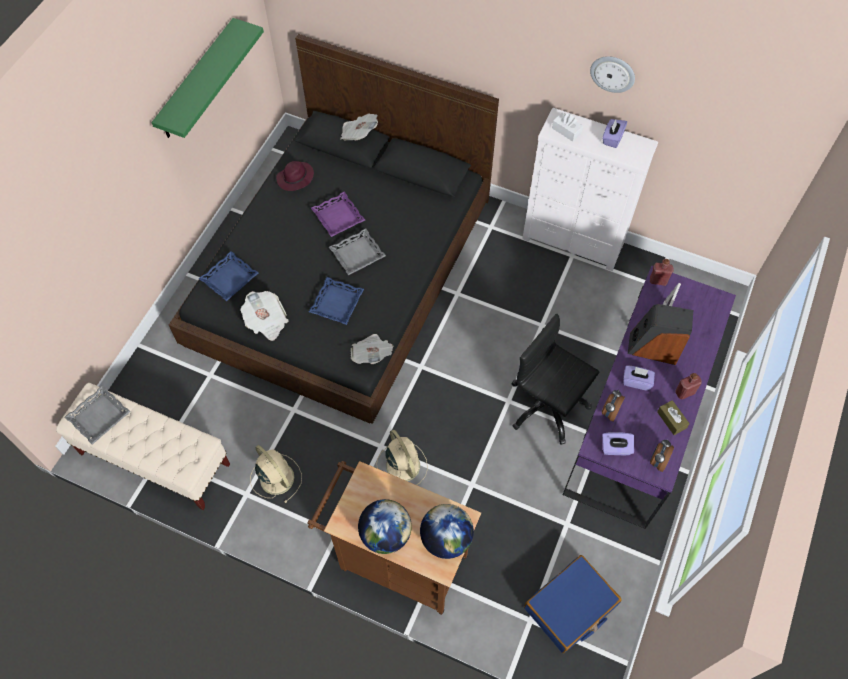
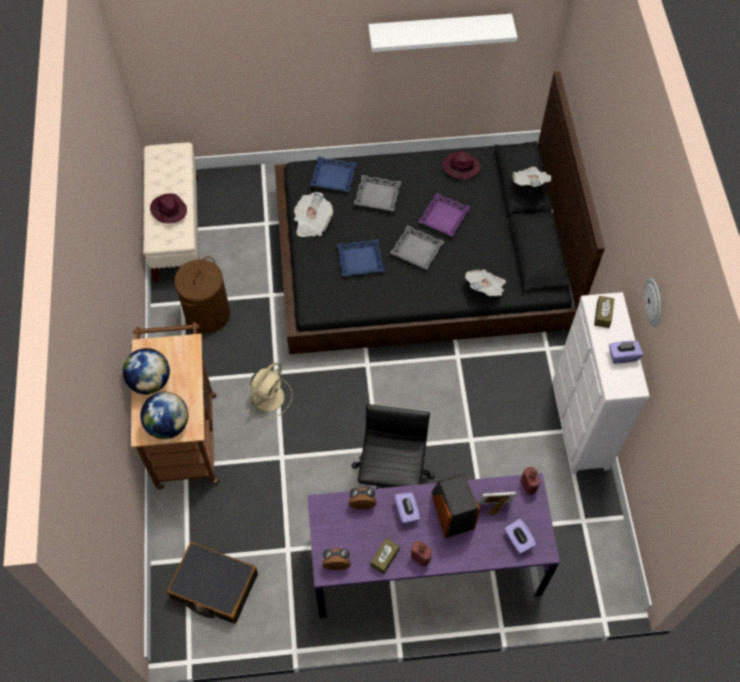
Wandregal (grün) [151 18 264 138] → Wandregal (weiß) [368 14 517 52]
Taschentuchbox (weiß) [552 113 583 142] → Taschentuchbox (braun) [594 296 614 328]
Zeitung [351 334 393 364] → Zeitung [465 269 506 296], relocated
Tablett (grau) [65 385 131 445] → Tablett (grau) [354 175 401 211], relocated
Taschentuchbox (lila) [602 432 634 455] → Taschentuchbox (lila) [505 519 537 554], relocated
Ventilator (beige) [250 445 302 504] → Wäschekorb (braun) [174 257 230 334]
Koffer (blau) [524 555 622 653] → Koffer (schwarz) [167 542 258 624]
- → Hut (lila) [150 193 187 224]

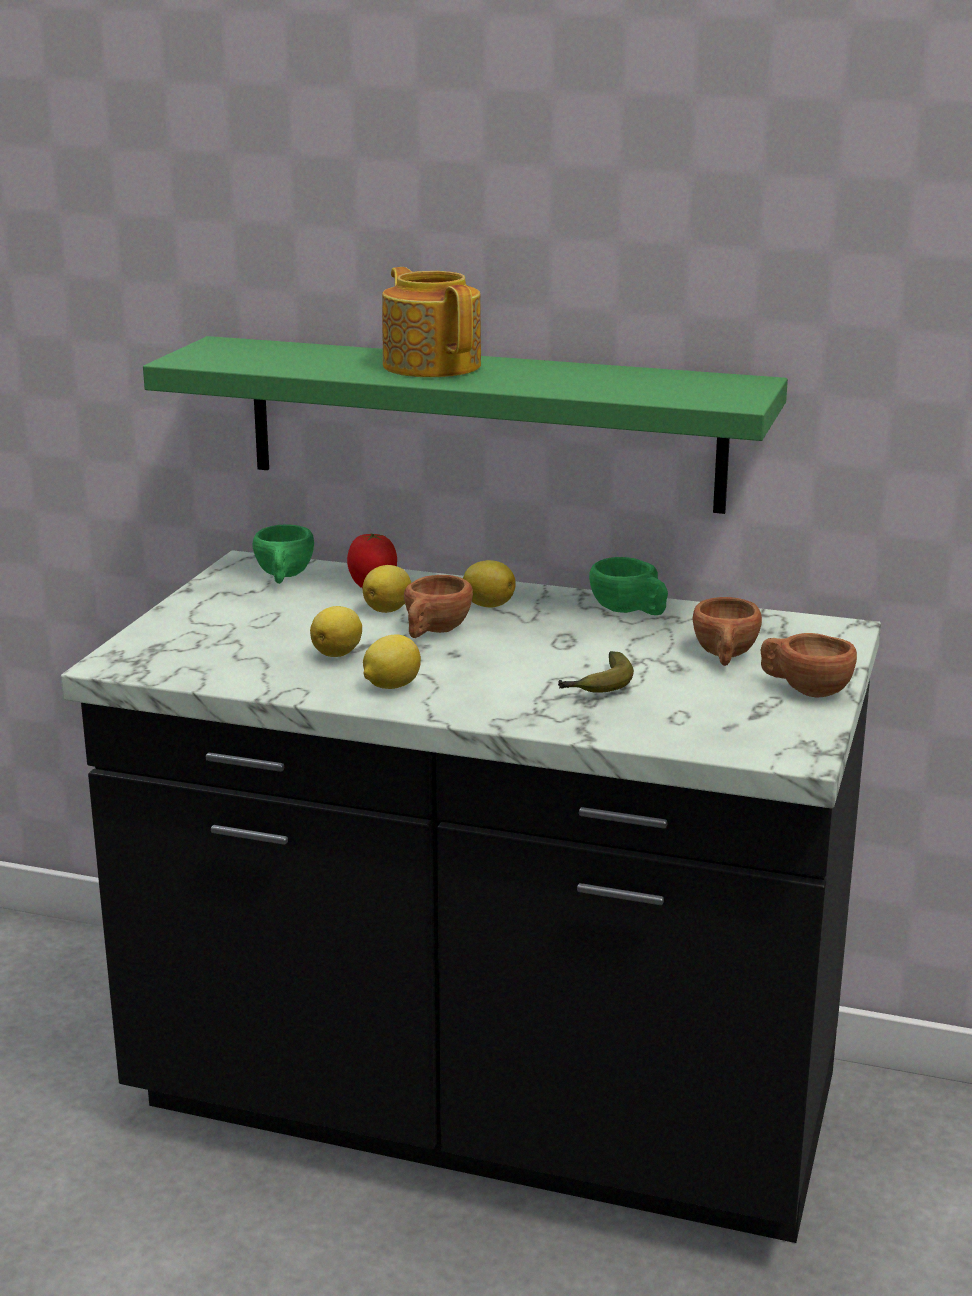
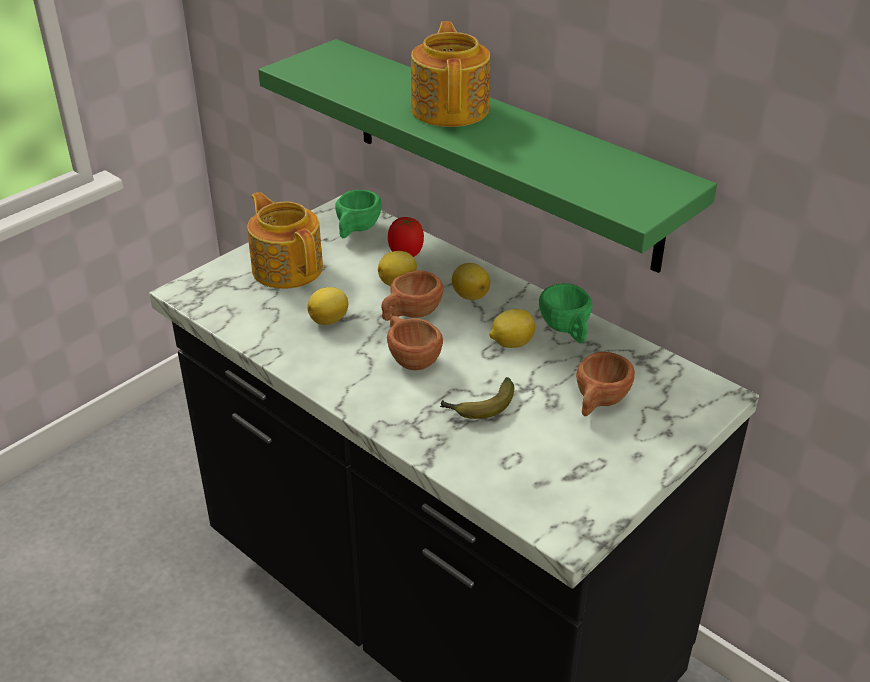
Tasse (braun) [761 633 857 697] → Tasse (braun) [387 316 443 370], relocated
Zitrone [363 635 421 689] → Zitrone [489 309 535 348], relocated
- → Teekanne [247 192 323 289]

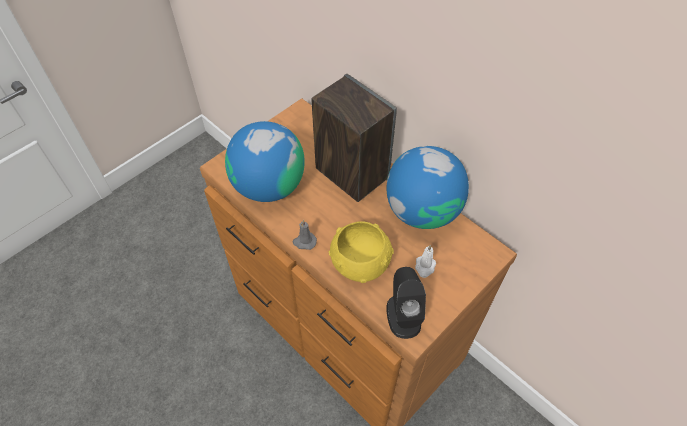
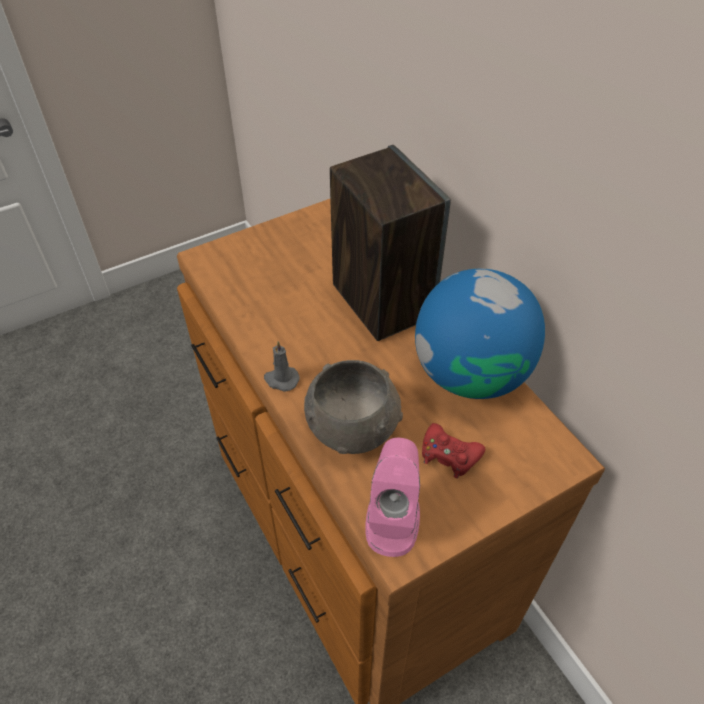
Globus [225 121 305 202] → -
Schüssel (gelb) [329 221 394 283] → Schüssel (grau) [304 360 403 454]
Kerze (weiß) [415 245 436 278] → Gamepad (rot) [422 423 485 478]
Lautsprecher (schwarz) [386 267 426 339] → Lautsprecher (rosa) [365 438 420 557]

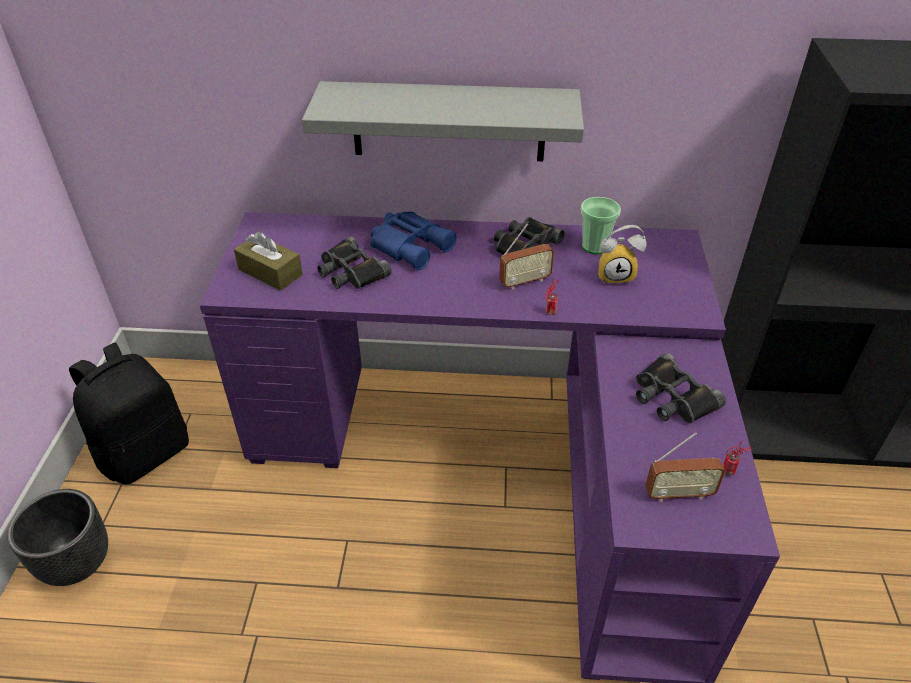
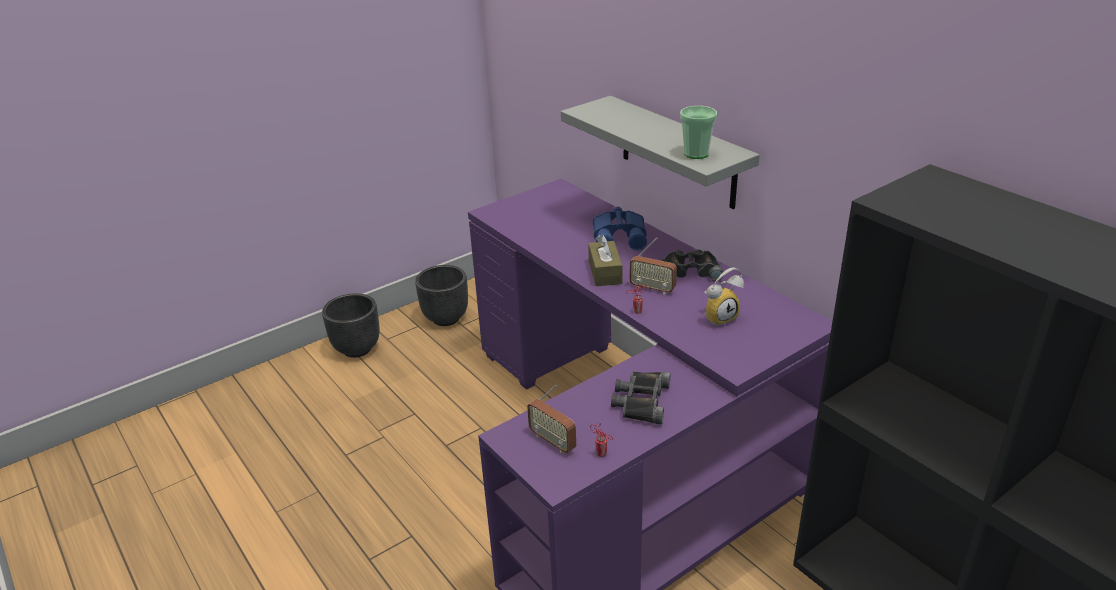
Tasse [581 197 621 254] → Tasse [680 106 717 159], relocated
Wecker [598 225 647 285] → Wecker [704 268 744 327], 75 degrees counterclockwise
Taschentuchbox (braun) [234 231 303 291] → Taschentuchbox (braun) [588 235 623 286], relocated
Fernglas (schwarz) [317 236 392 289] → -
Rucksack (schwarz) [69 342 189 484] → Pflanzkübel (schwarz) [415 265 468 326]

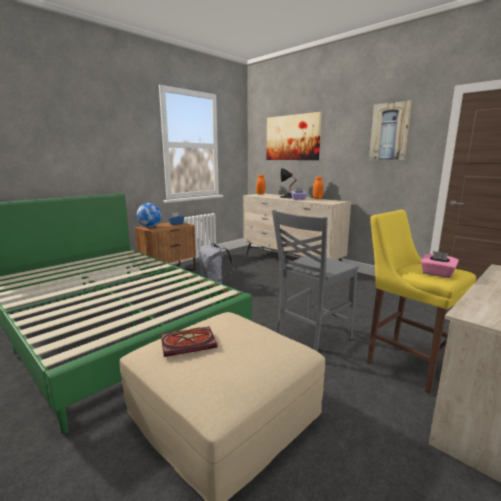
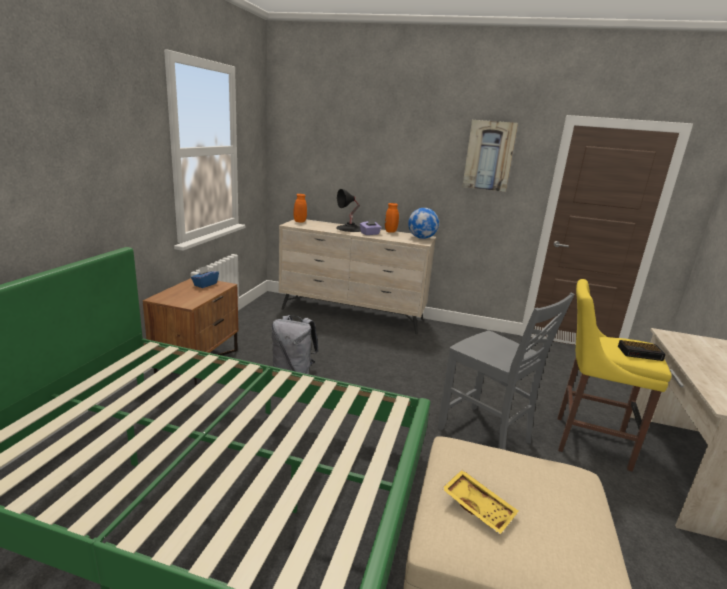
Bild [266 112 322 160] → -
Globus [137 203 162 227] → Globus [408 208 439 239], relocated
Stuhl (grau) [272 210 359 351] → Stuhl (grau) [438 293 575 450], 60 degrees counterclockwise
Taschentuchbox (rosa) [421 251 459 278] → Wecker [618 340 666 361]
Buch [161 326 217 357] → Tablett (gelb) [442 470 519 534]

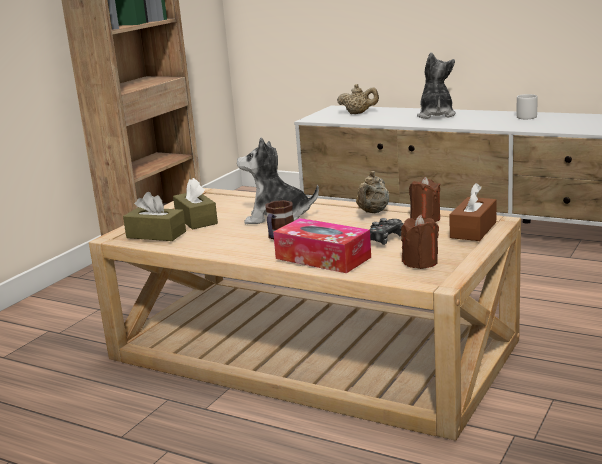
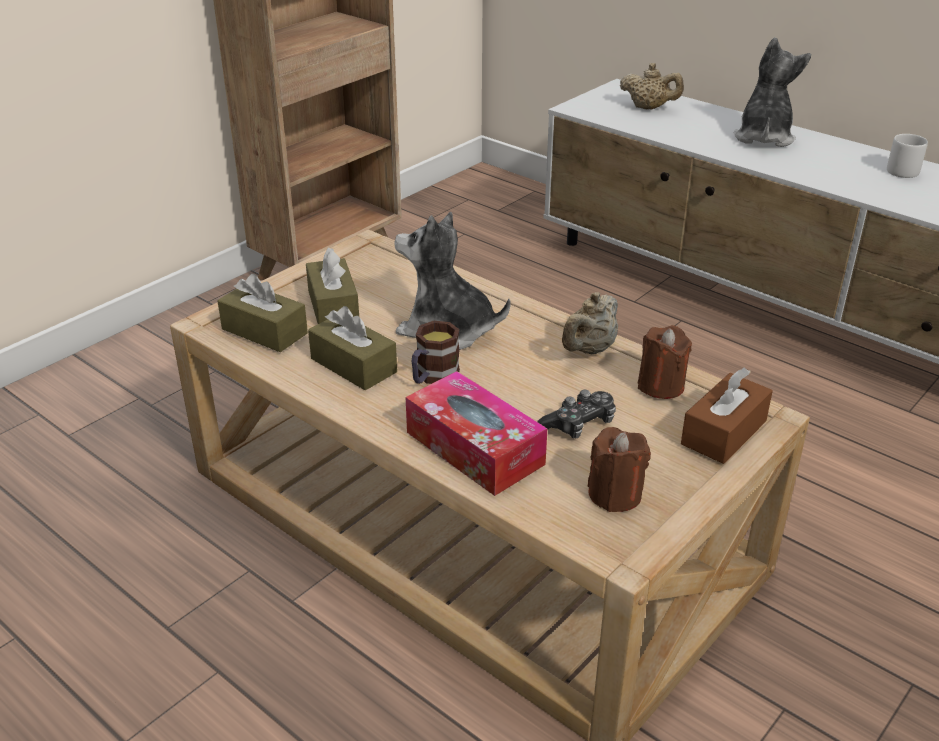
- → Taschentuchbox (braun) [308 306 397 391]

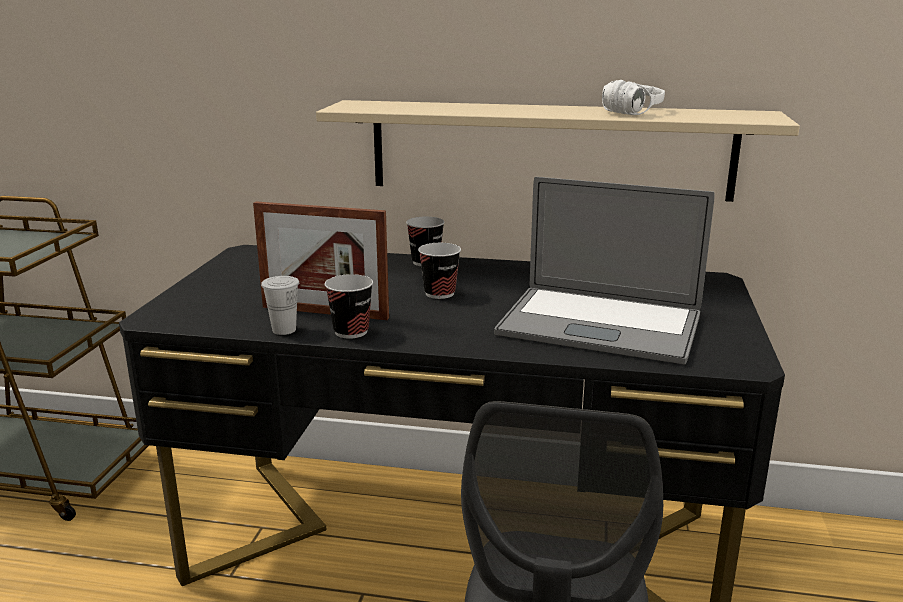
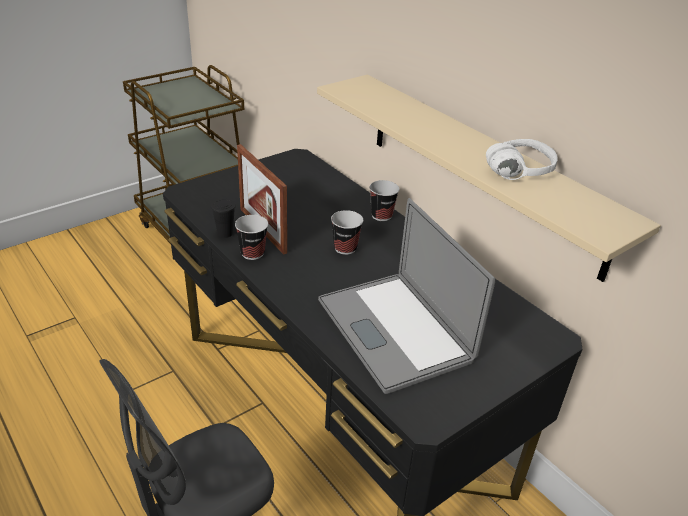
Tasse (weiß) [261 276 299 335] → Tasse (schwarz) [211 198 236 238]

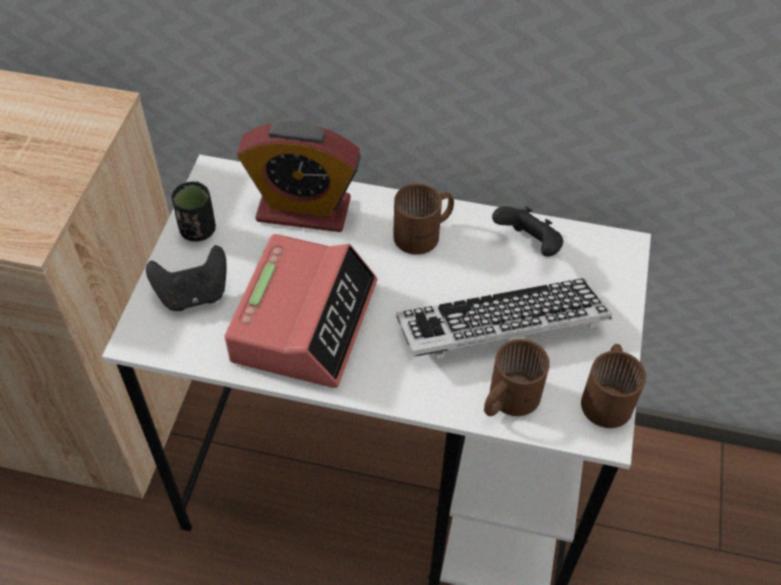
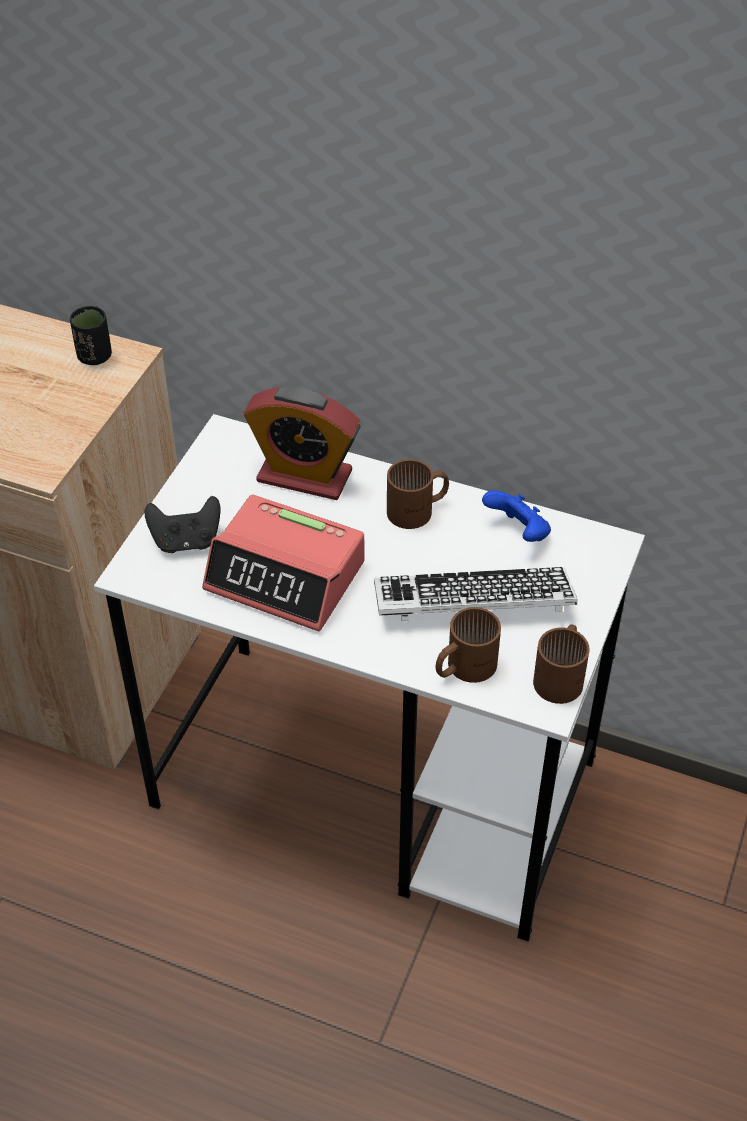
Tasse (schwarz) [171 181 216 242] → Tasse (schwarz) [70 306 112 365], relocated
Gamepad (schwarz) [492 206 563 257] → Gamepad (blau) [482 490 551 542]
Wecker [225 234 377 388] → Wecker [202 495 365 631], 90 degrees clockwise

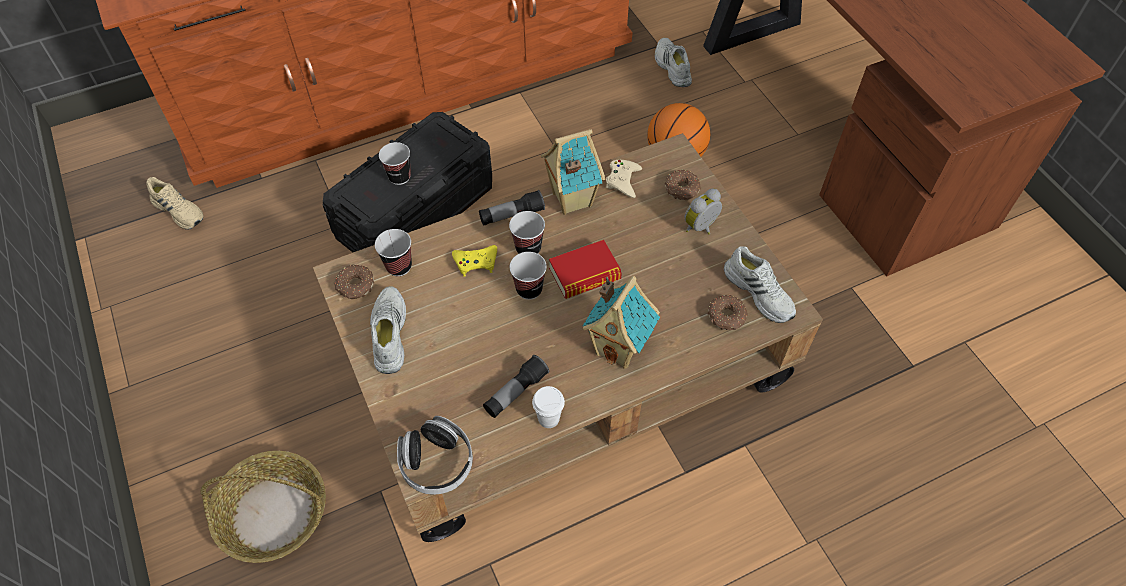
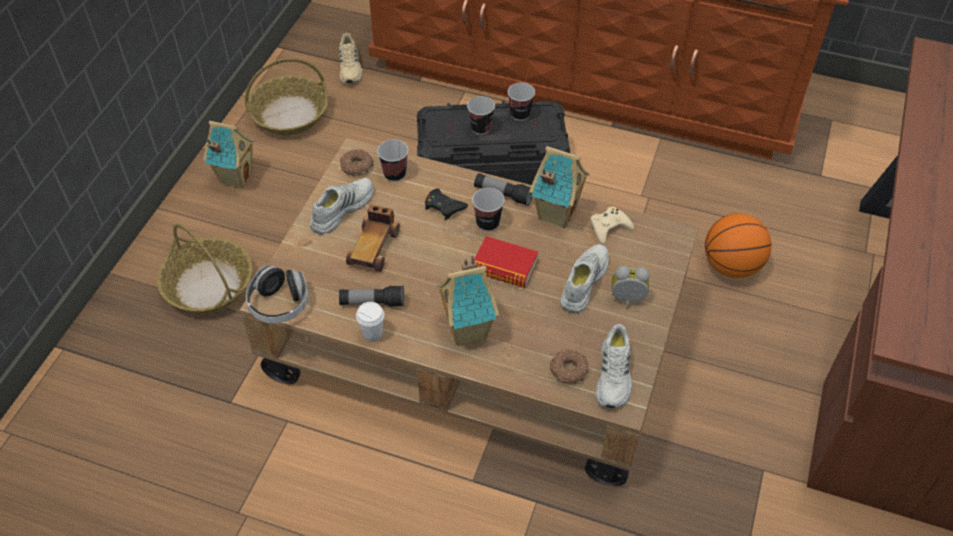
Schuh (weiß) [655 38 692 87] → Schuh (weiß) [560 244 609 313], relocated
Donut [665 170 701 200] → -
Gamepad (gelb) [452 245 497 277] → Gamepad (schwarz) [425 188 468 220]
Tasse [510 252 547 300] → Tasse [508 82 535 121], relocated
- → Korb [245 58 328 135]
- → Spielzeughaus [203 121 255 188]
- → Spielzeugauto [346 205 400 272]

